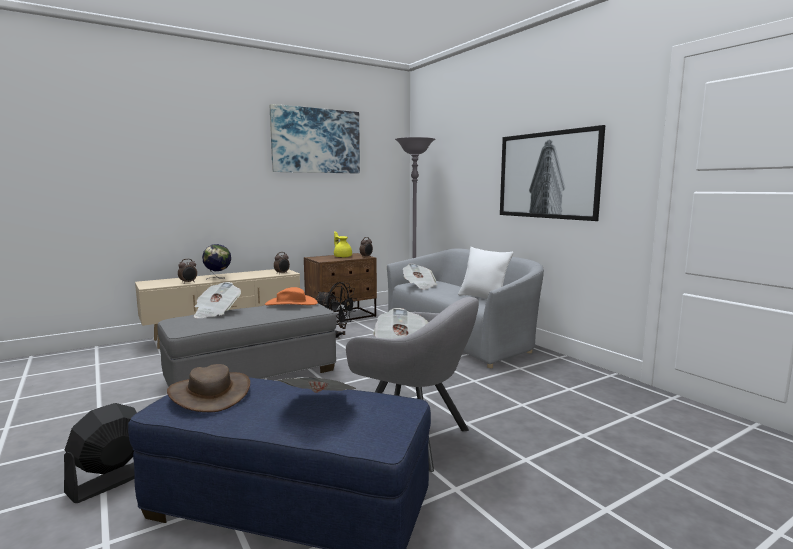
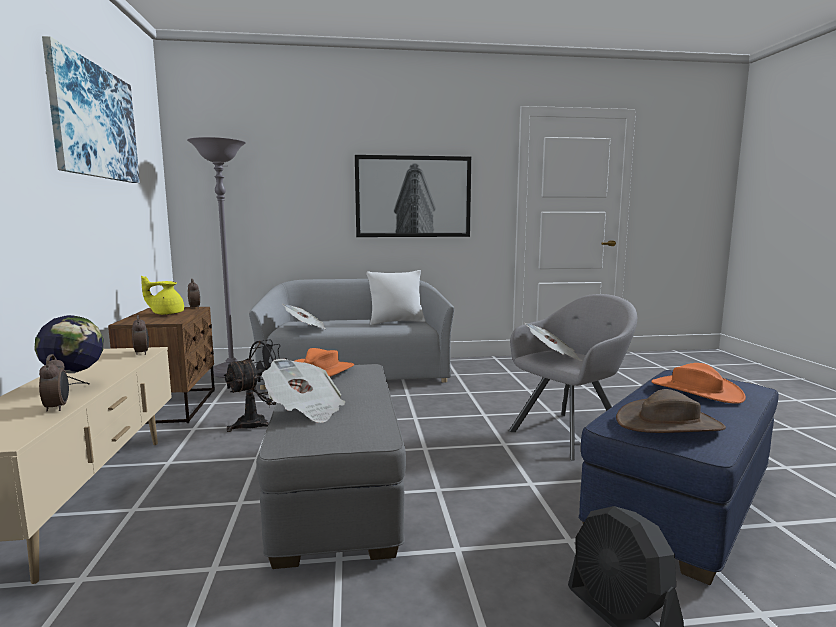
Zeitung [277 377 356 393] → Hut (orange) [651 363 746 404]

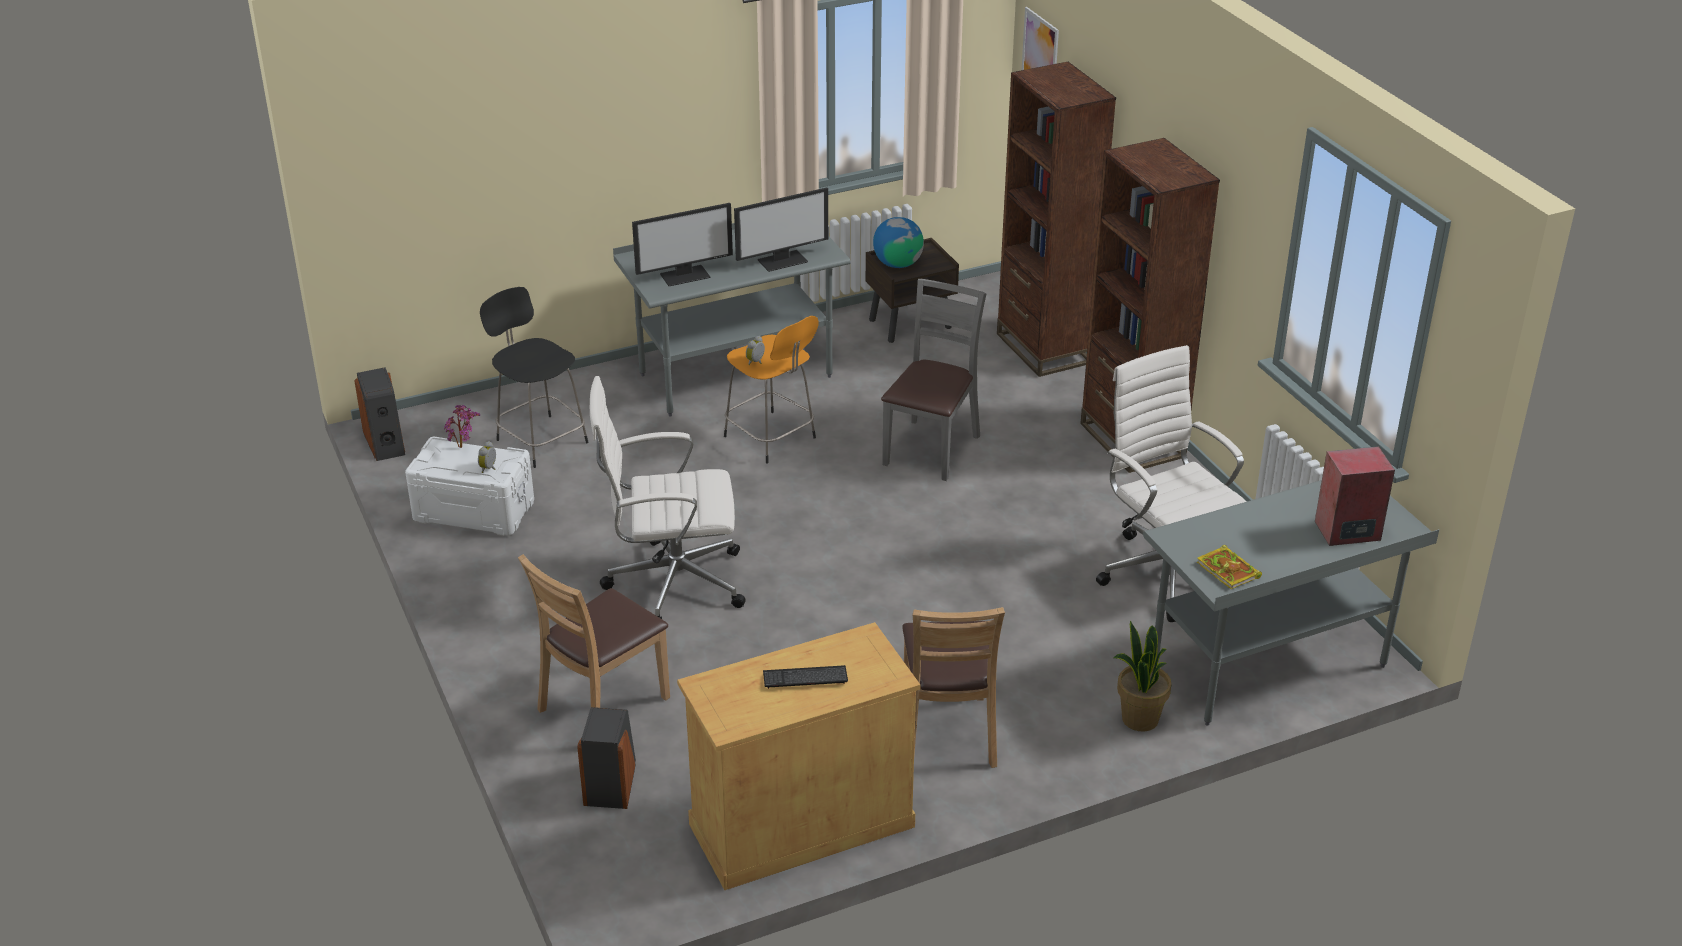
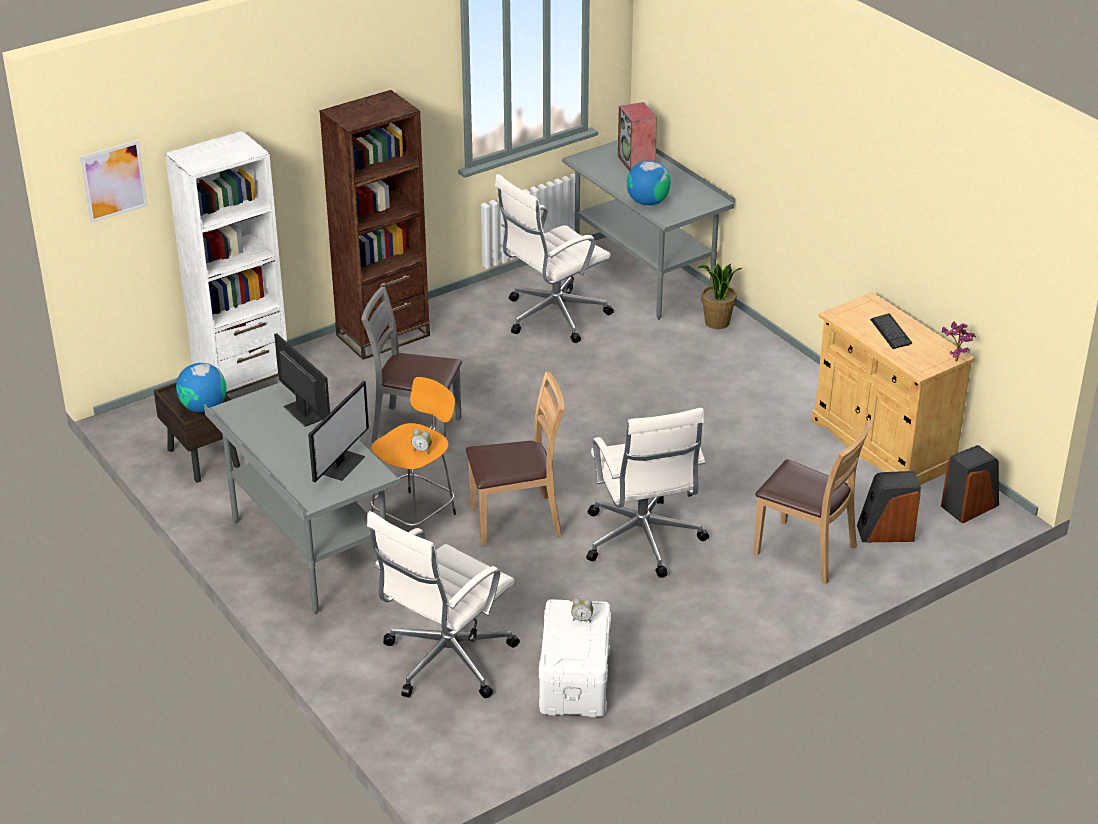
Bücherregal (braun) [997 62 1116 377] → Bücherregal (weiß) [165 131 287 394]
Monitor [632 203 733 286] → Monitor [308 381 369 482], 60 degrees clockwise
Hocker (schwarz) [480 287 589 468] → Bürostuhl (weiß) [367 511 520 698]
Lautsprecher [354 367 405 461] → Lautsprecher [941 445 999 524], relocated
Topfpflanze [444 405 480 448] → Topfpflanze [942 321 976 361], relocated
Buch [1197 545 1262 589] → -
Stuhl (braun) [902 607 1005 768] → Stuhl (braun) [466 372 565 546], relocated
- → Globus [627 161 671 205]

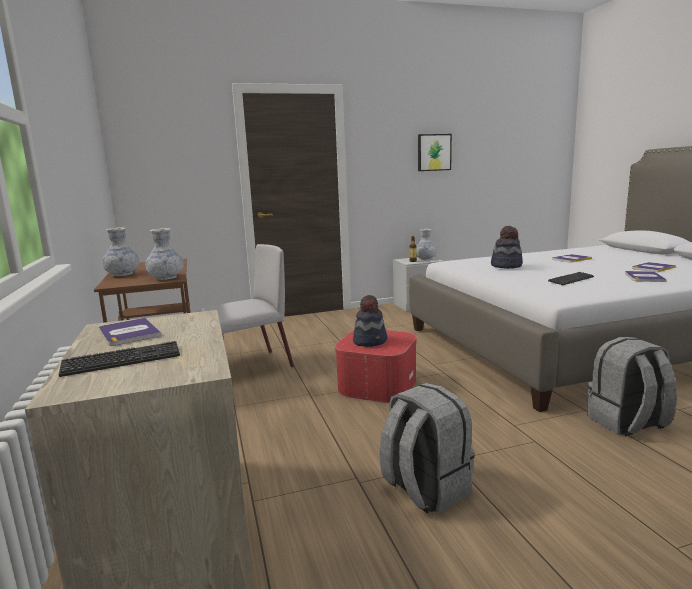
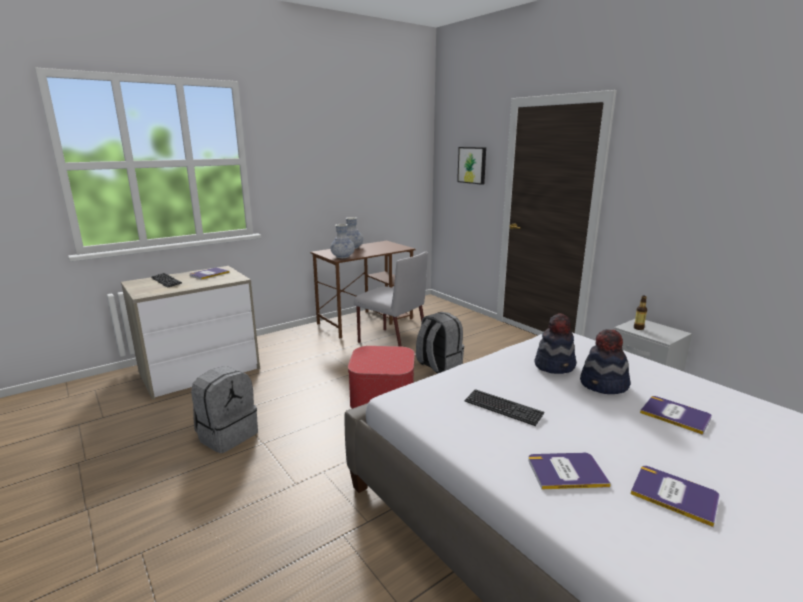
Bild [418 134 452 171] → Bild [457 147 486 185], relocated
Vase [416 229 437 260] → -
Hut [353 295 387 347] → Hut [580 329 631 394], relocated
Rucksack (grau) [587 337 677 436] → Rucksack (grau) [416 312 464 374], relocated

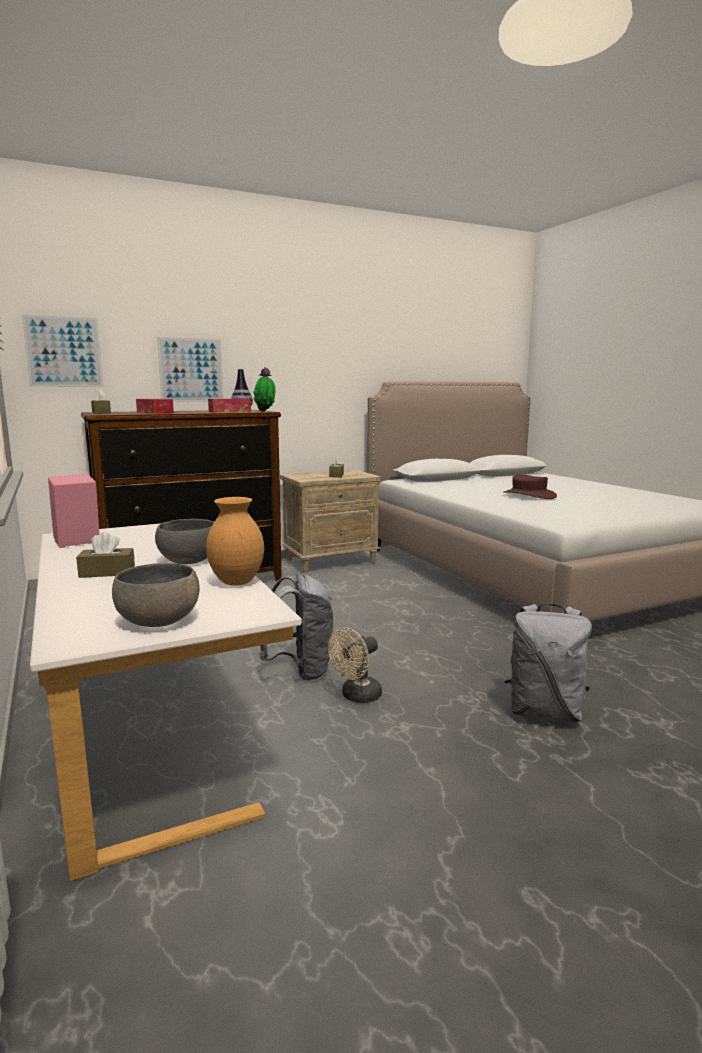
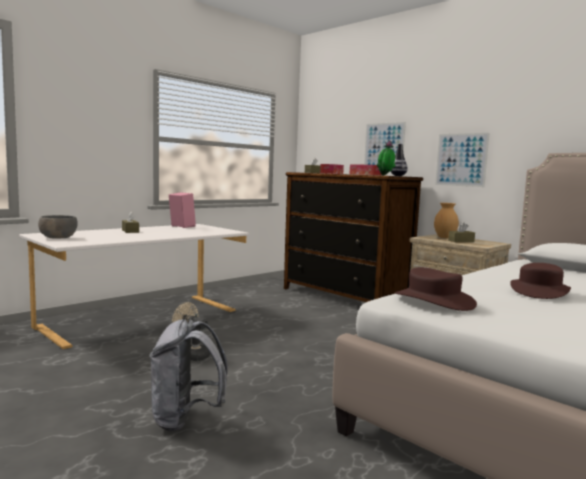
Bild [21 314 104 387] → Bild [435 133 489 187], relocated
Vase (braun) [206 497 264 586] → Vase (braun) [434 203 459 238], relocated
Schüssel (grau) [155 519 214 564] → -
Rucksack (grau) [260 574 333 681] → -
- → Hut (braun) [395 267 477 311]

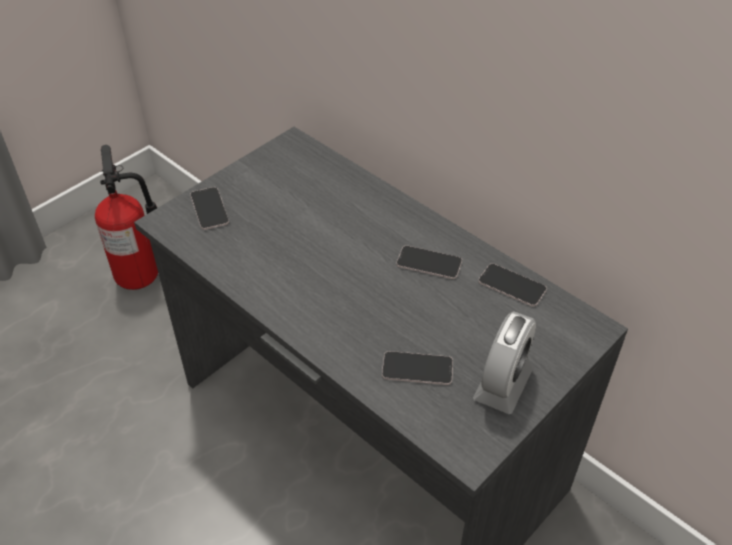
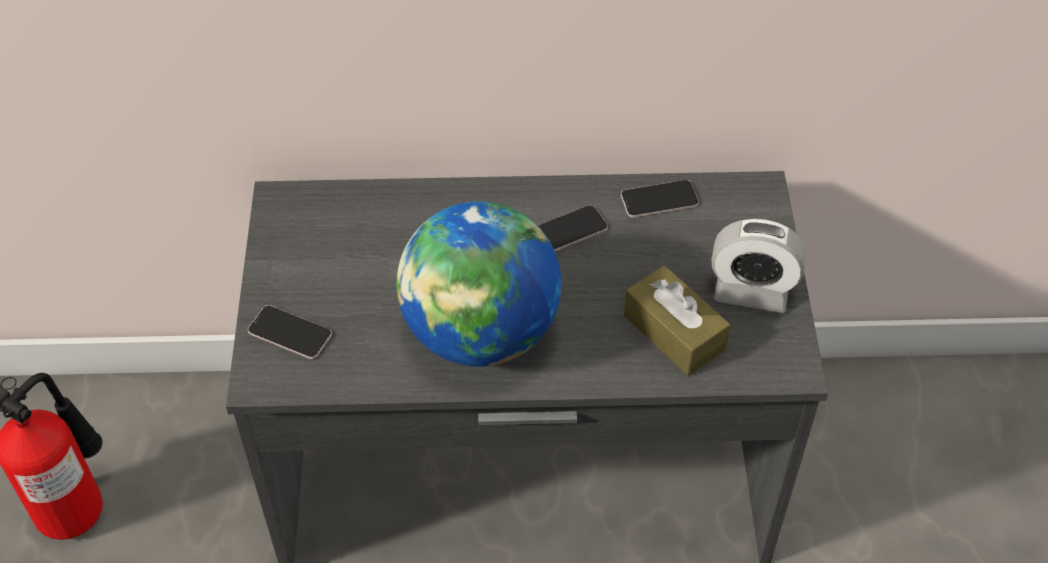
Wecker [473 311 536 414] → Wecker [712 219 806 313], 120 degrees clockwise
Handy [382 351 453 385] → Taschentuchbox (braun) [624 265 731 376]
- → Globus [397 201 561 367]

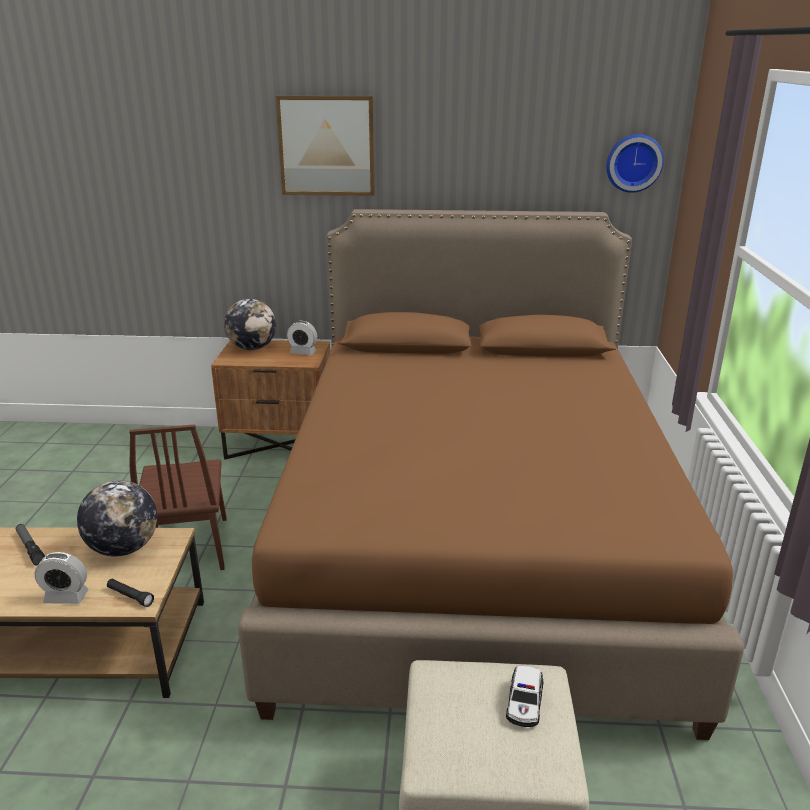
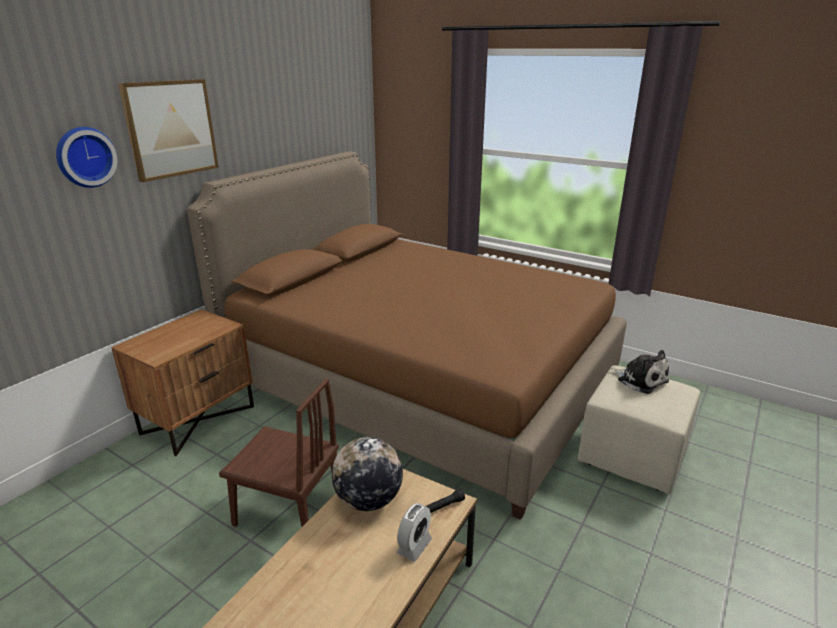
Wanduhr [606 134 664 193] → Wanduhr [56 127 117 188], relocated
Globus [224 299 276 350] → -
Wecker [287 321 317 355] → -
Taschenlampe [15 524 45 566] → -
Spielzeugauto [506 666 544 727] → Plüschtier [610 350 669 394]

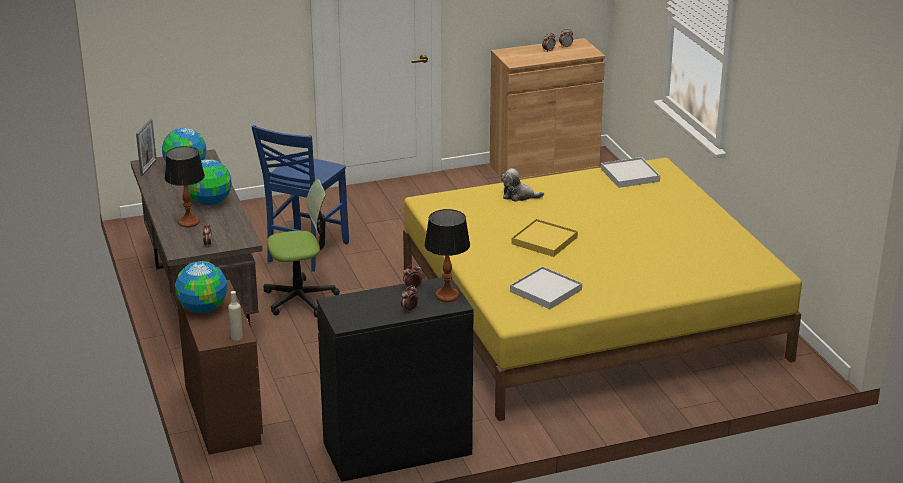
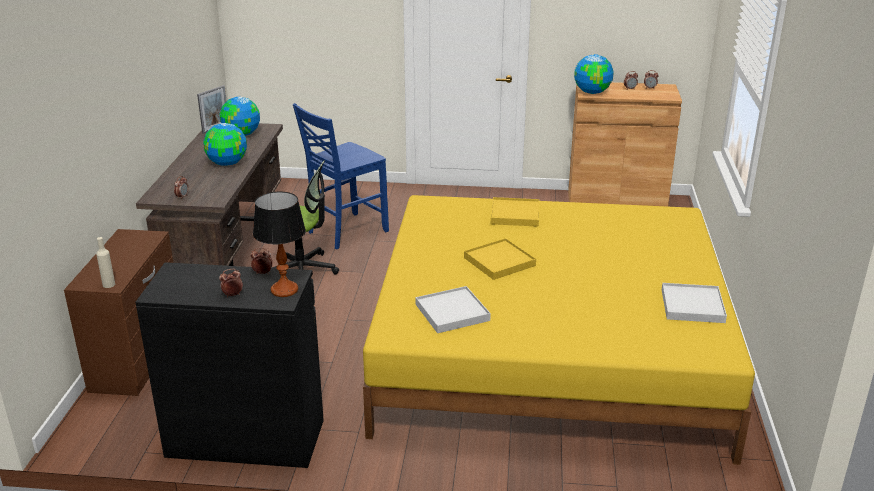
Tischlampe [165 146 205 227] → -
Tablett (weiß) [601 157 660 188] → Tablett (weiß) [662 283 727 323], relocated
Plüschtier [501 168 544 202] → Tablett (gelb) [491 197 539 227]
Globus [175 261 227 313] → Globus [574 54 614 94], relocated

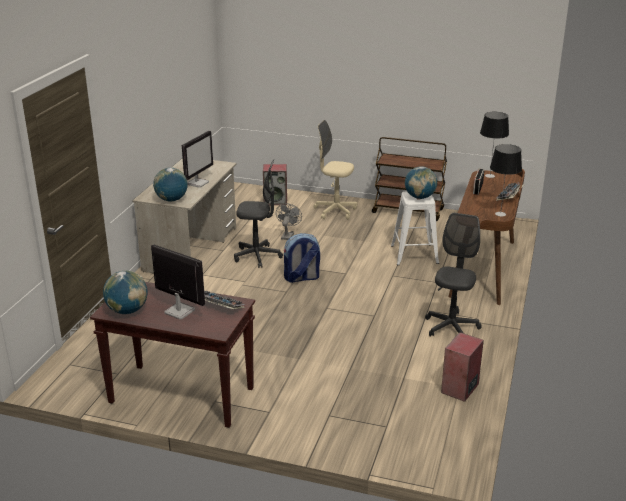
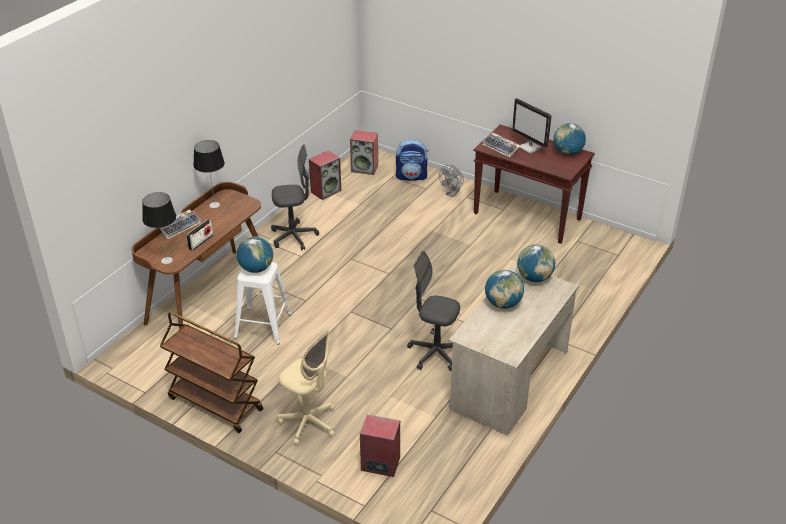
Monitor [182 131 213 187] → Globus [485 270 524 309]
Ventilator (grau) [276 203 302 240] → Ventilator (grau) [439 165 464 197], relocated
Bürostuhl (grau) [425 213 482 337] → Bürostuhl (grau) [271 144 319 250], 135 degrees counterclockwise
Rucksack [284 233 320 283] → Rucksack [396 139 428 181], relocated
- → Lautsprecher [350 130 378 175]

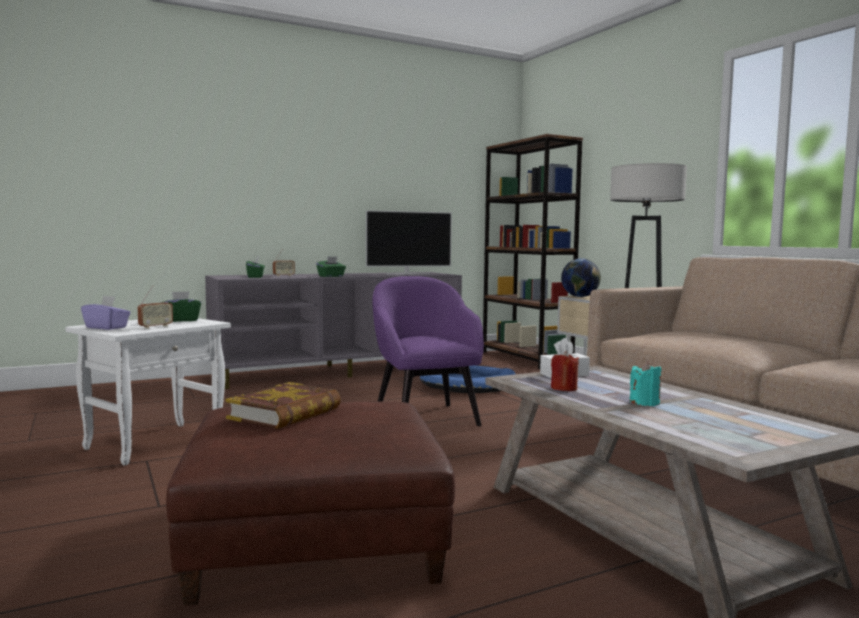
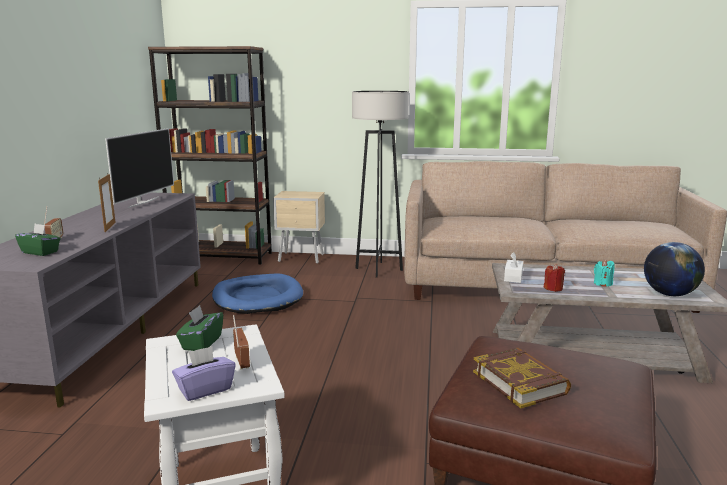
Taschentuchbox (grün) [316 256 346 277] → Bilderrahmen [98 173 116 232]
Globus [561 258 601 297] → Globus [644 242 705 296], relocated
Sessel (lila) [372 276 484 426] → -

